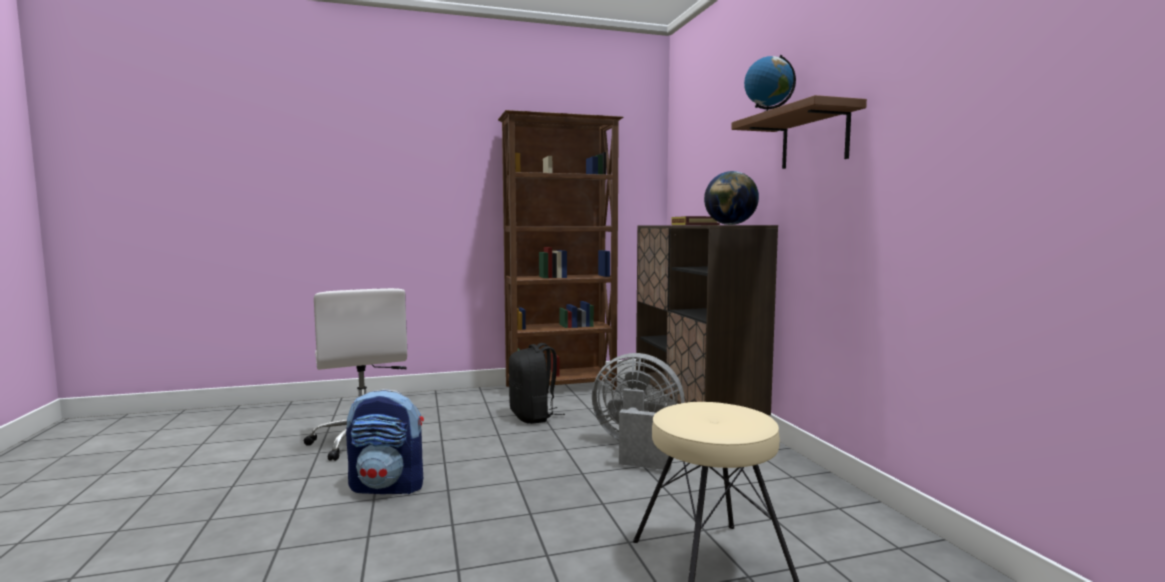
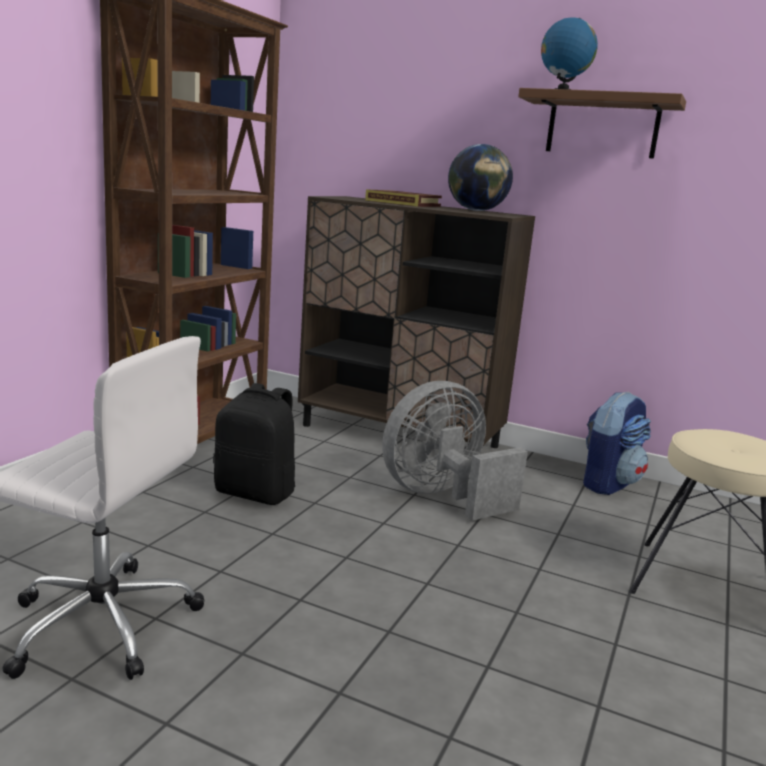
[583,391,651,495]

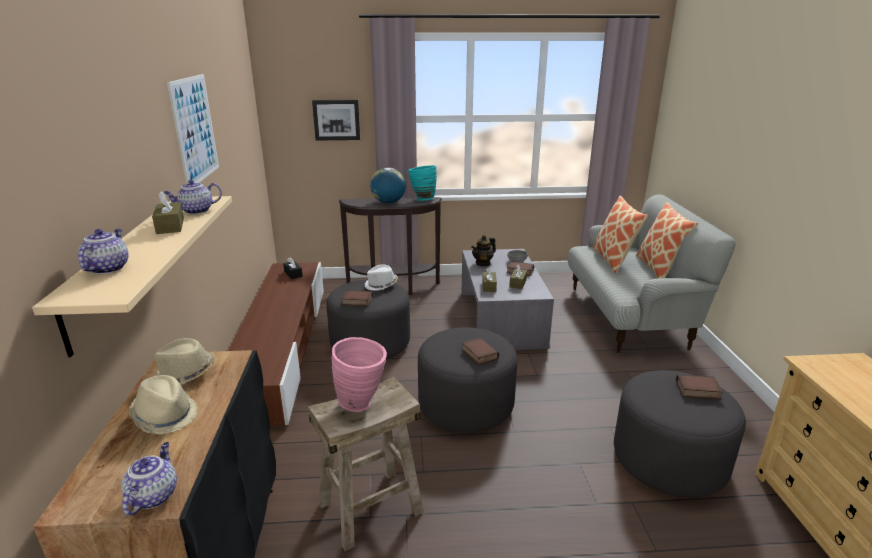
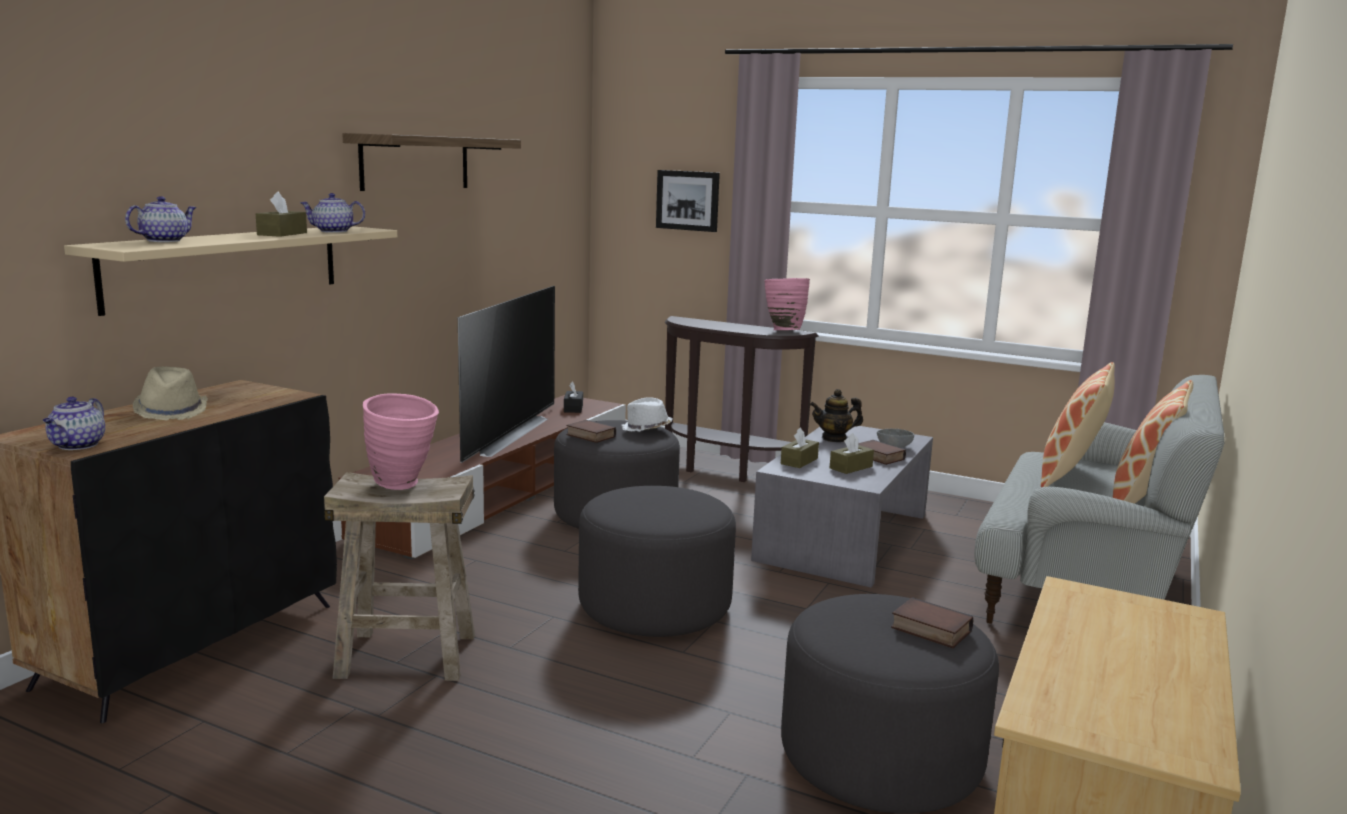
[43,397,105,450]
[154,338,215,385] (first image)
[342,133,521,191]
[370,168,406,203] (first image)
[764,278,810,330]
[462,337,499,365] (first image)
[458,286,555,463]

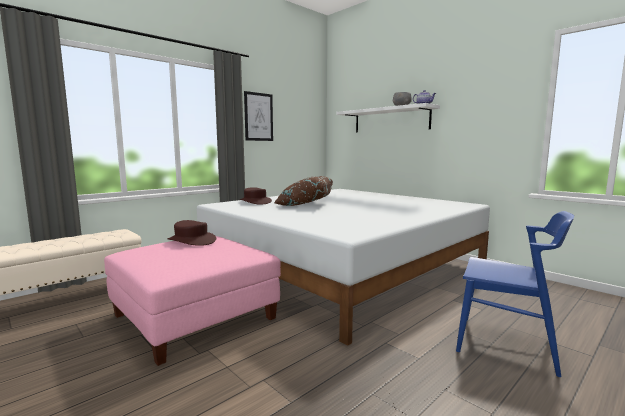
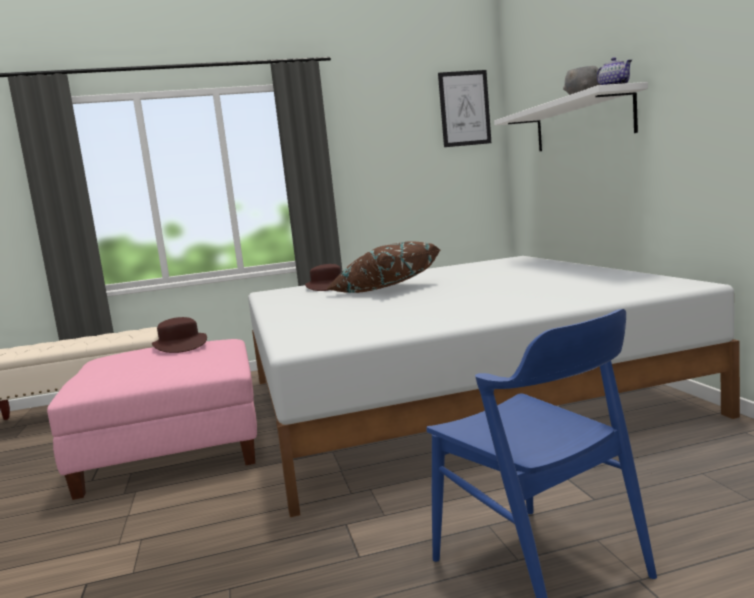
[438,70,491,147]

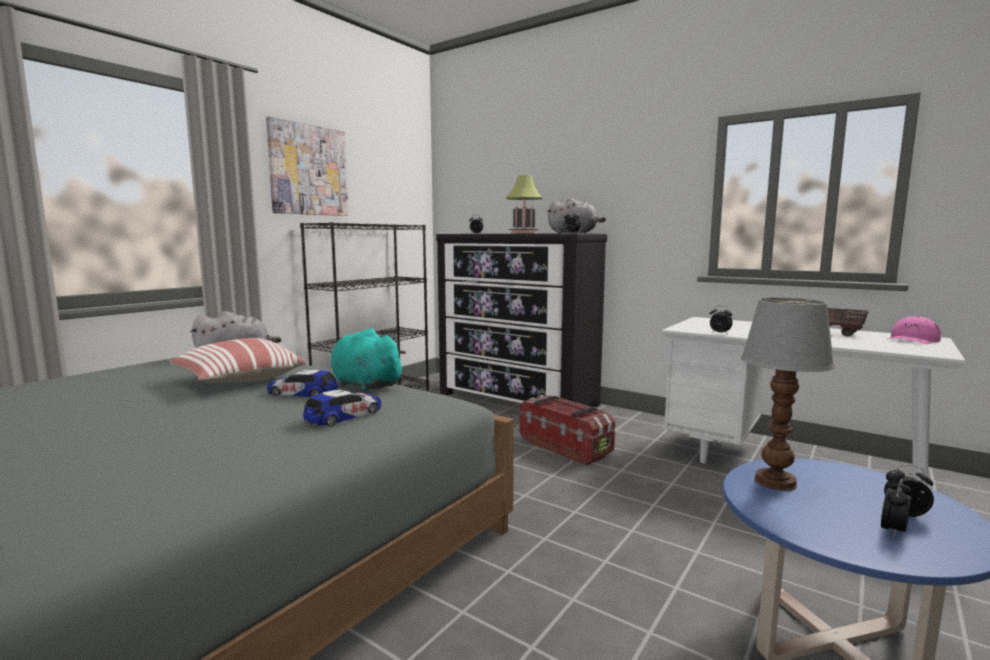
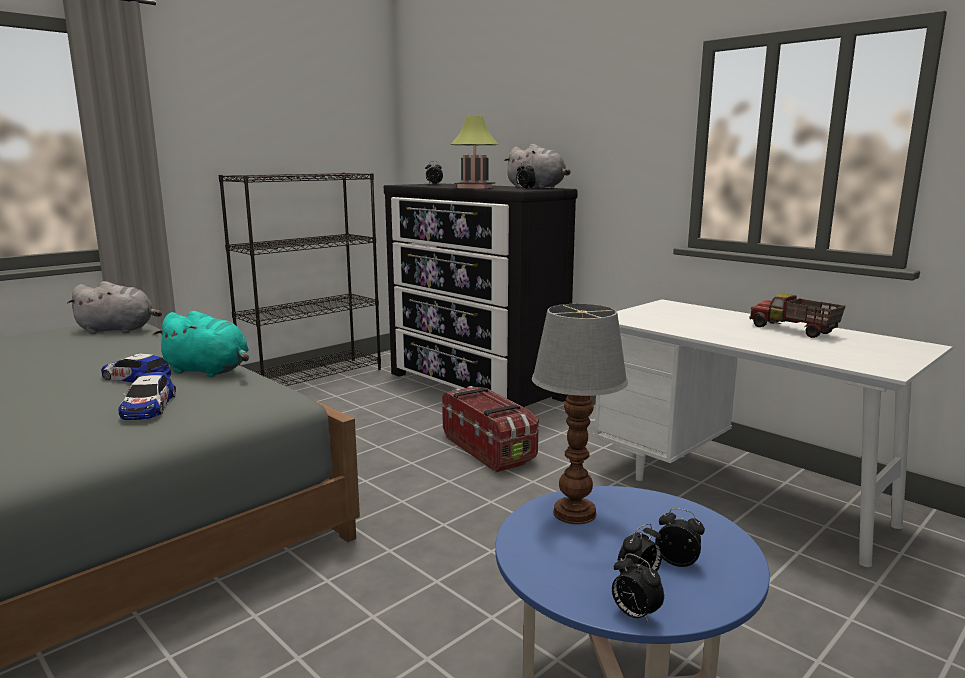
[169,338,306,383] (first image)
[266,117,349,216] (first image)
[118,372,176,420]
[154,311,249,377]
[612,553,664,624]
[888,316,941,344] (first image)

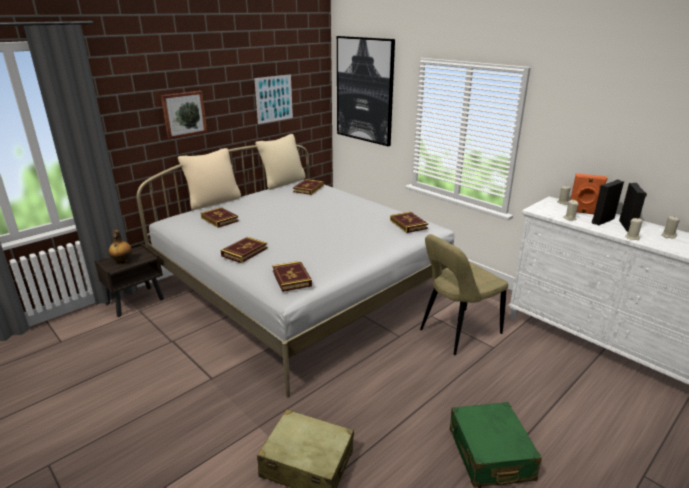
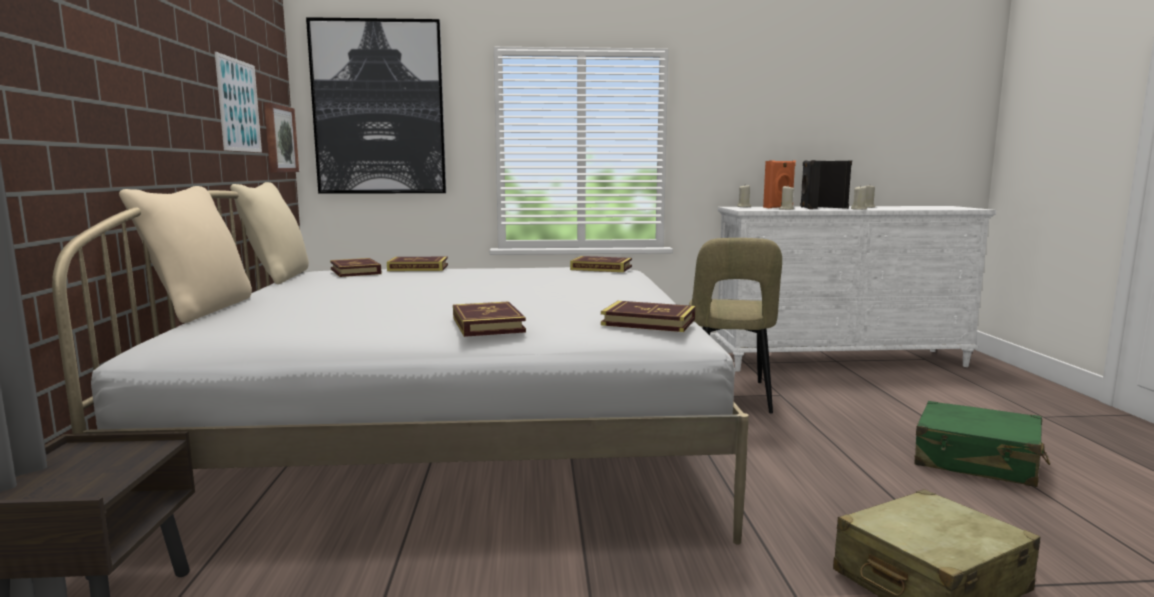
[109,230,132,264] (first image)
[264,103,299,172]
[387,257,448,271]

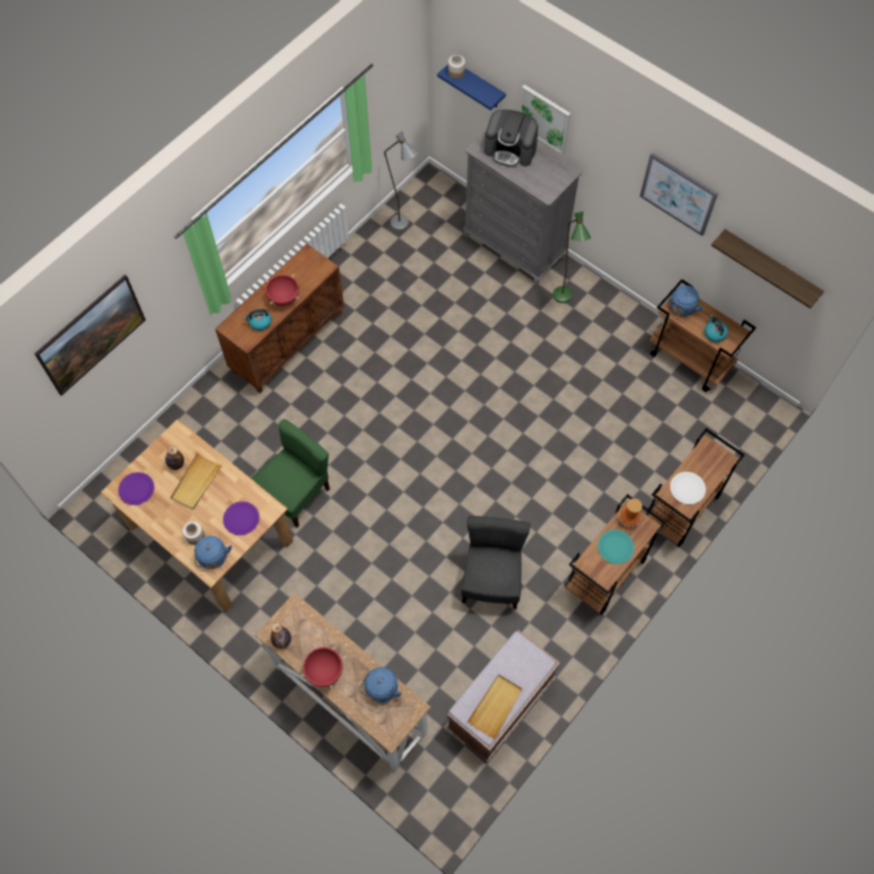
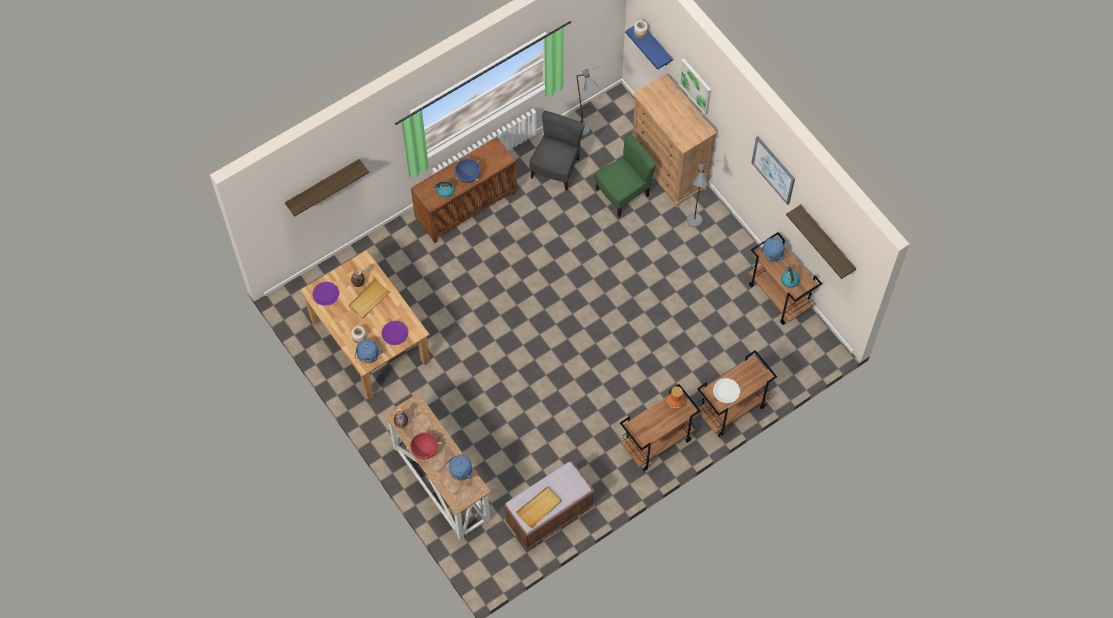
[285,159,369,217]
[595,134,656,217]
[455,158,481,183]
[529,111,585,191]
[633,74,717,207]
[484,110,538,167] (first image)
[687,164,708,227]
[598,530,634,564] (first image)

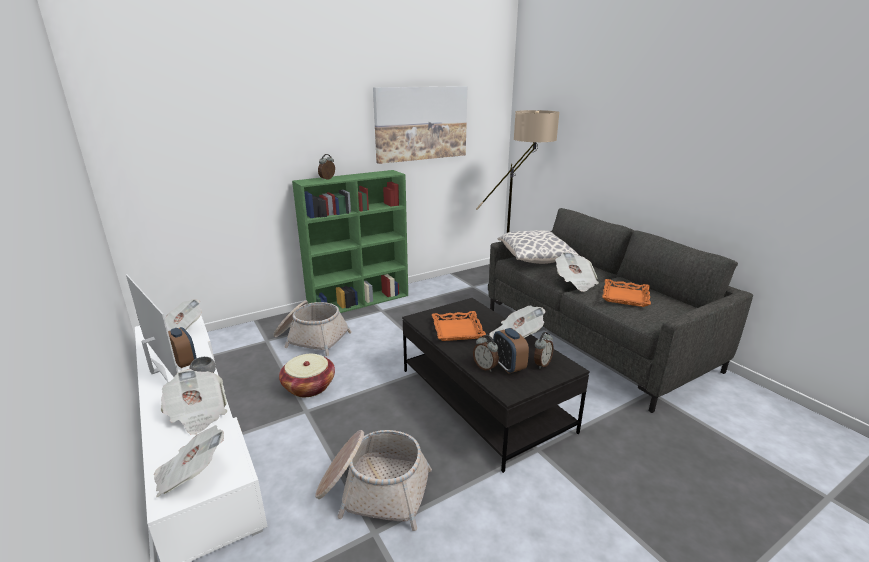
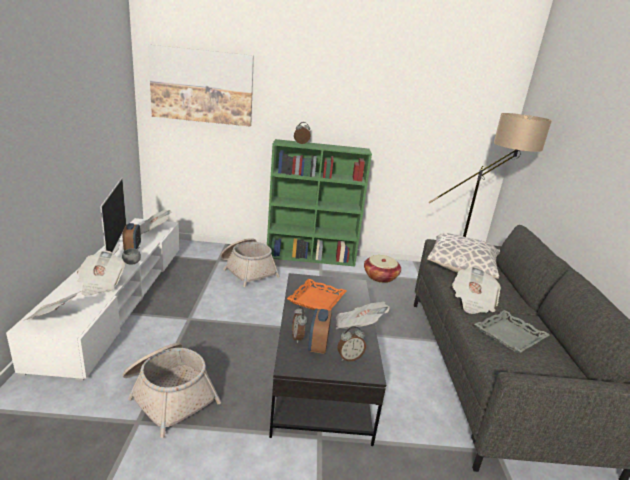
[364,255,401,283]
[148,45,254,127]
[474,310,550,353]

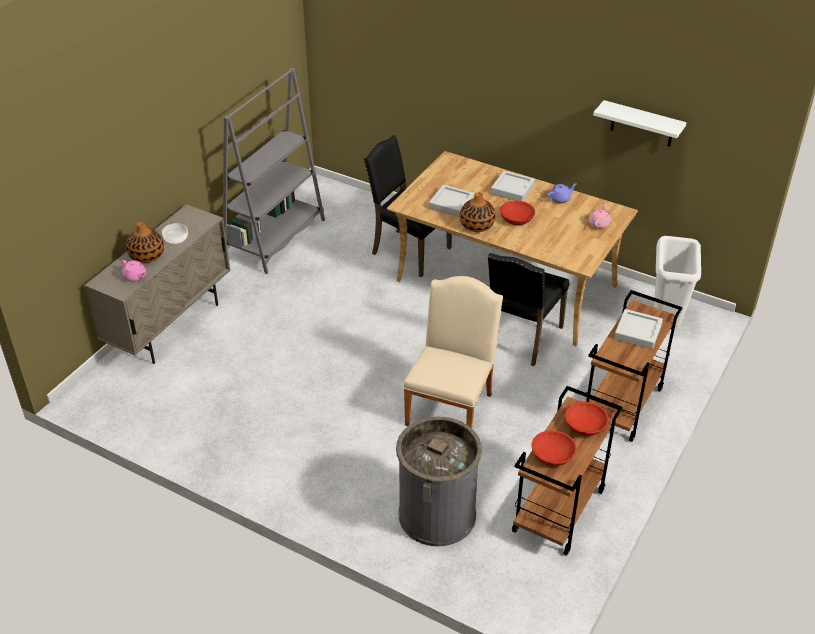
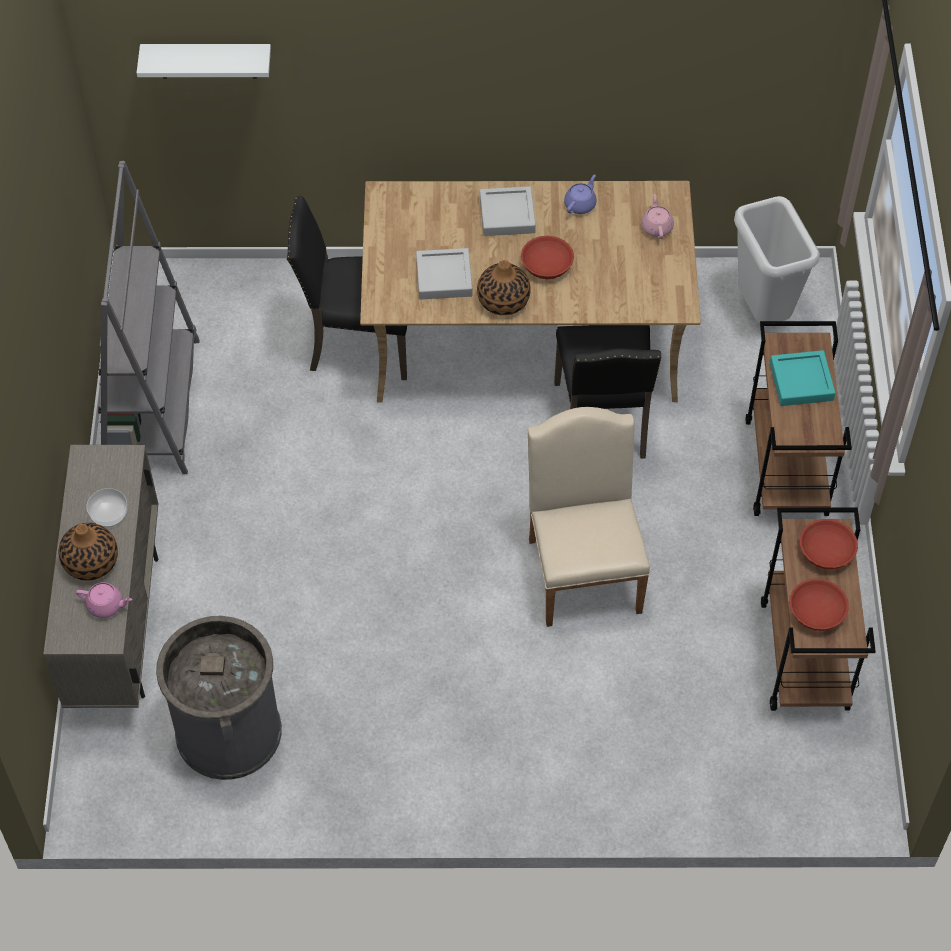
[156,616,282,780]
[137,44,271,79]
[770,350,836,406]

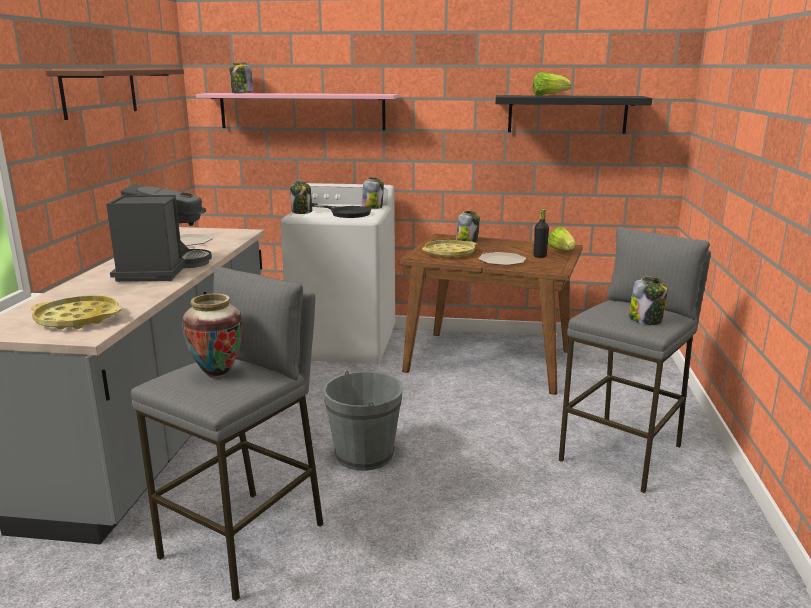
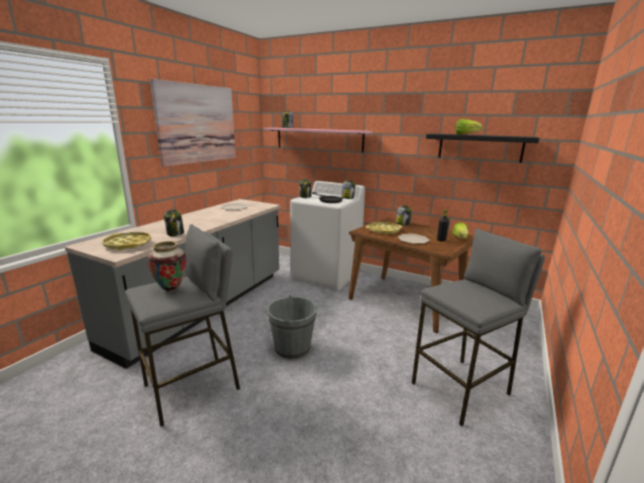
[150,79,236,167]
[106,184,212,282] (first image)
[164,209,184,236]

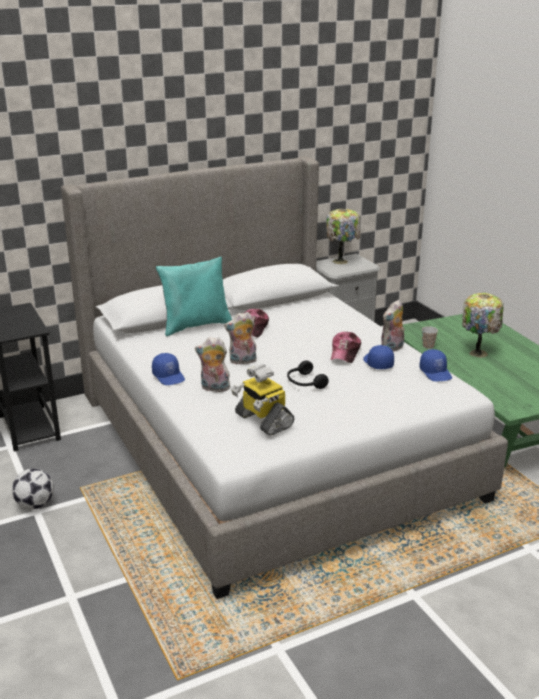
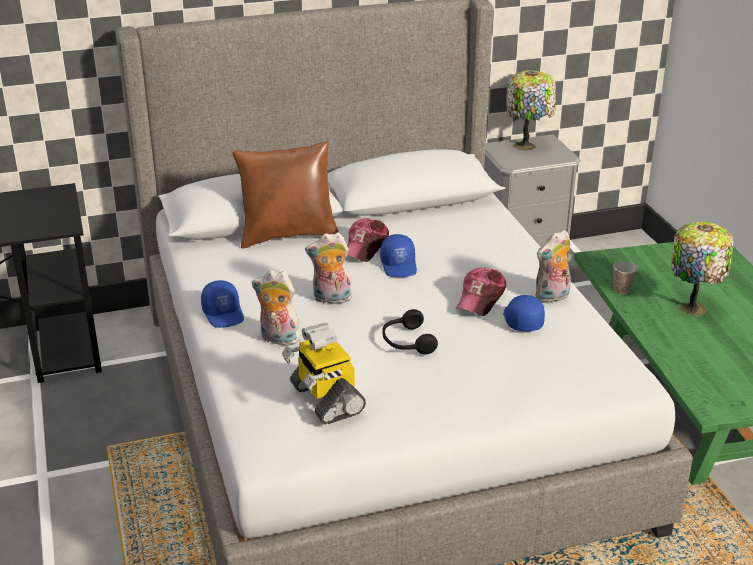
[12,468,54,509] (first image)
[233,141,339,249]
[380,234,417,277]

